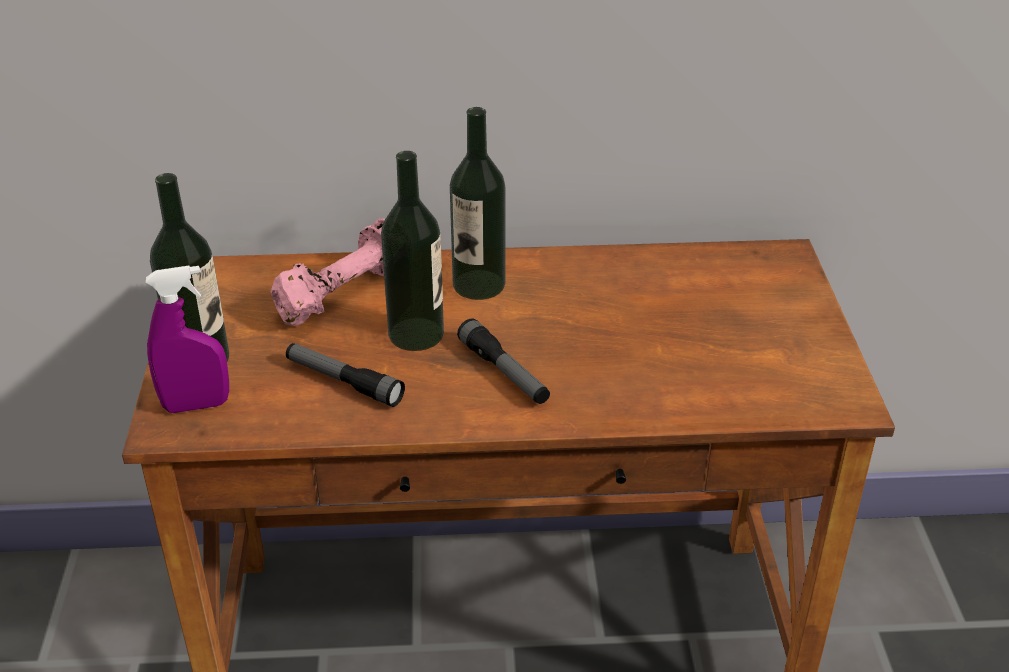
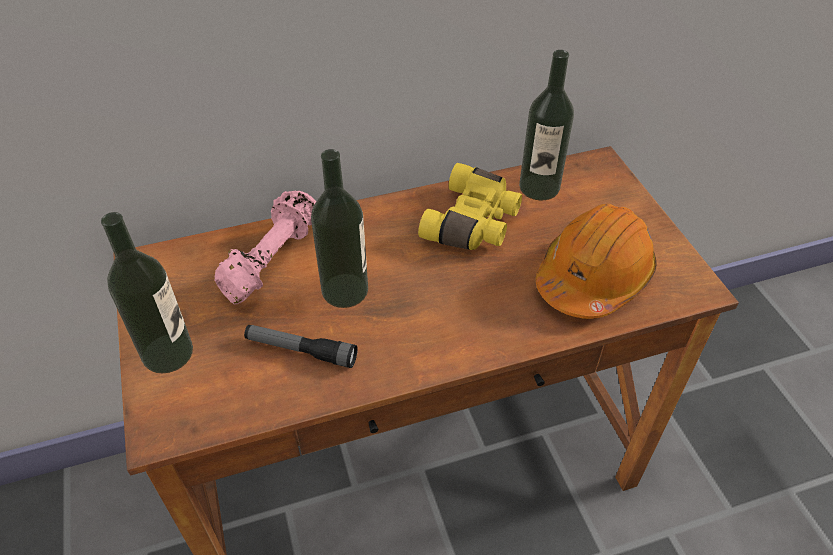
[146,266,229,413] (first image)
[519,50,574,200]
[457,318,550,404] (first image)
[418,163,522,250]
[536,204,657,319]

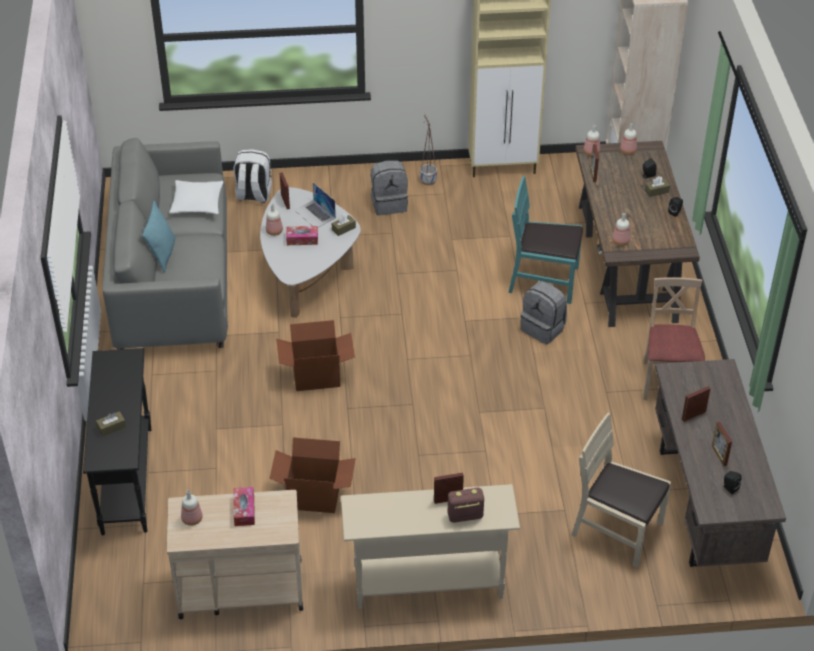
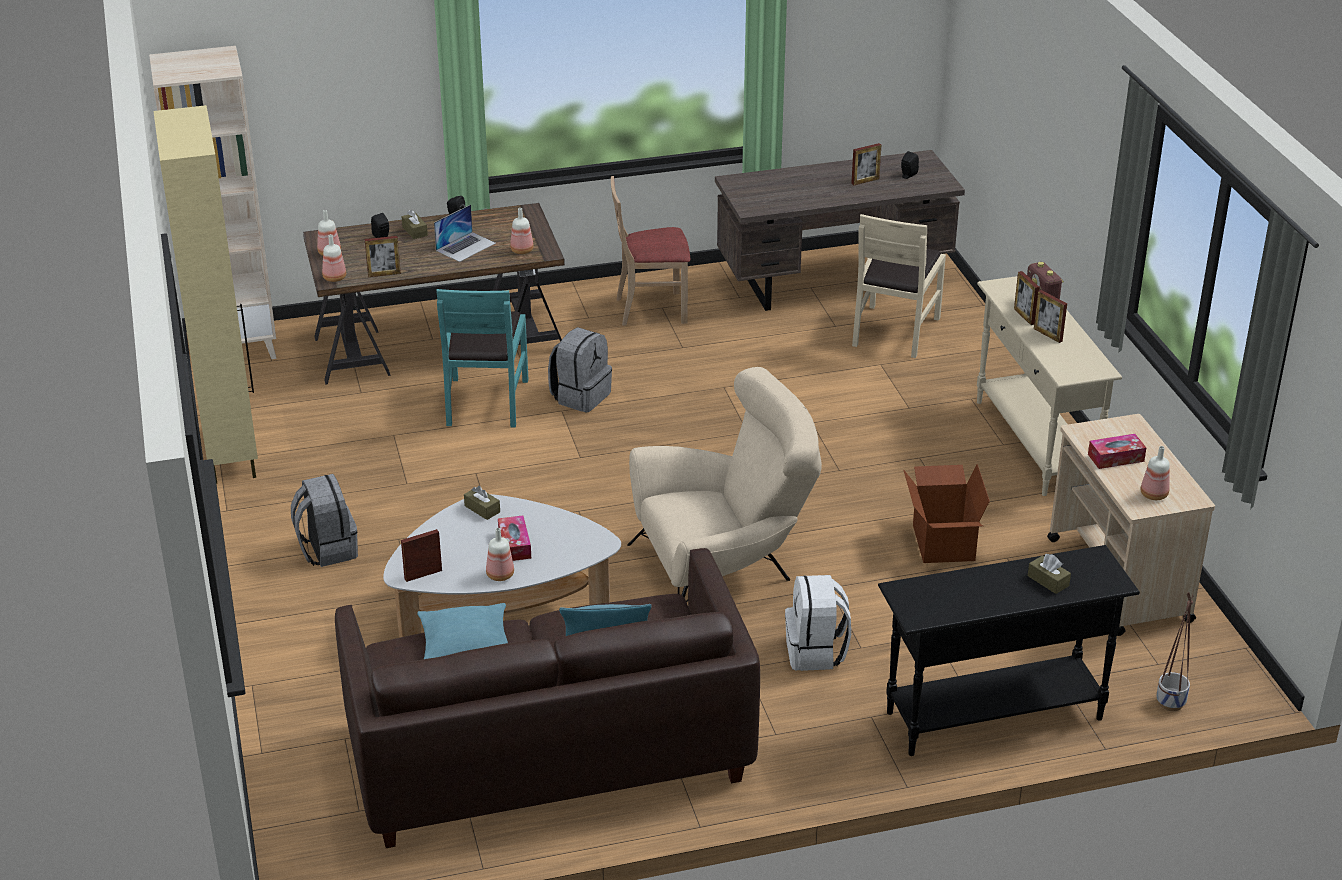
[335,548,760,848]
[417,603,508,659]
[785,575,851,671]
[627,367,822,602]
[434,205,496,262]
[1156,592,1193,711]
[1034,290,1067,343]

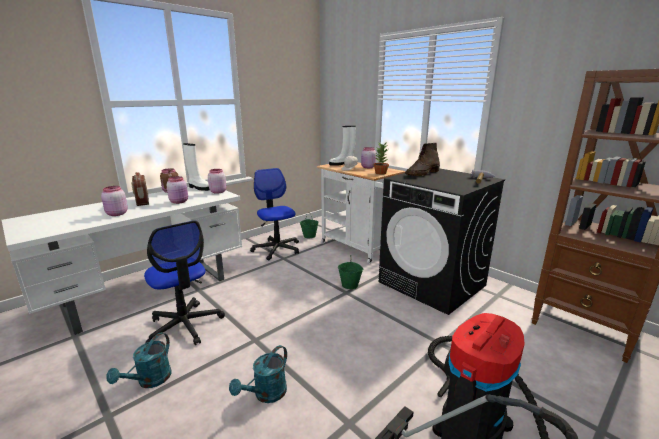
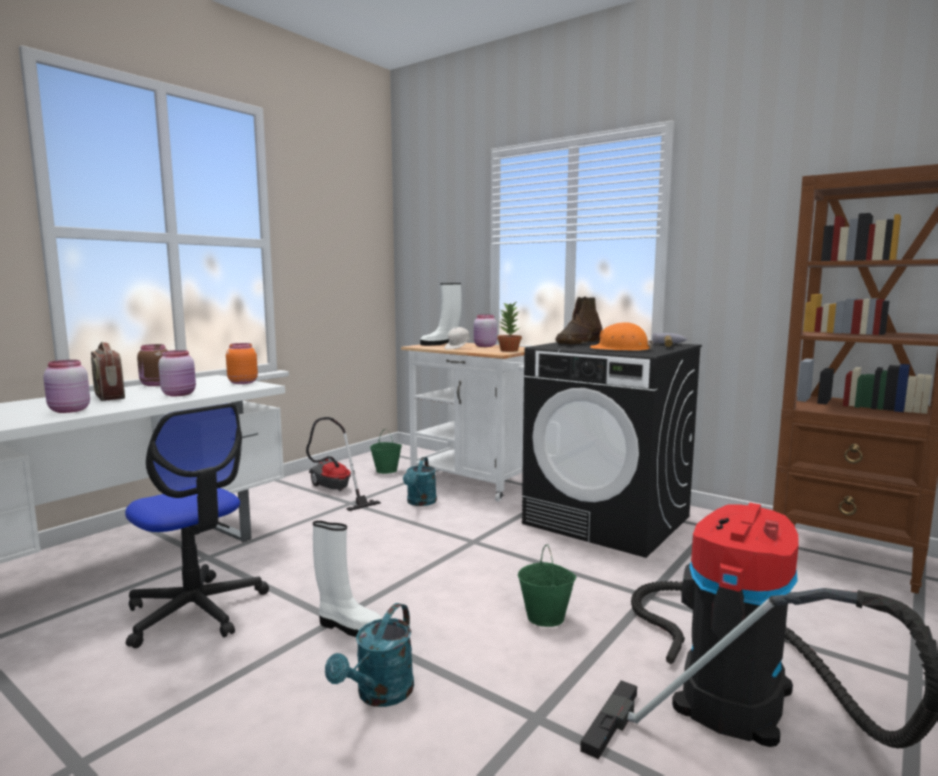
[403,457,437,506]
[313,521,382,637]
[226,343,258,384]
[306,417,381,511]
[518,544,576,627]
[590,322,653,351]

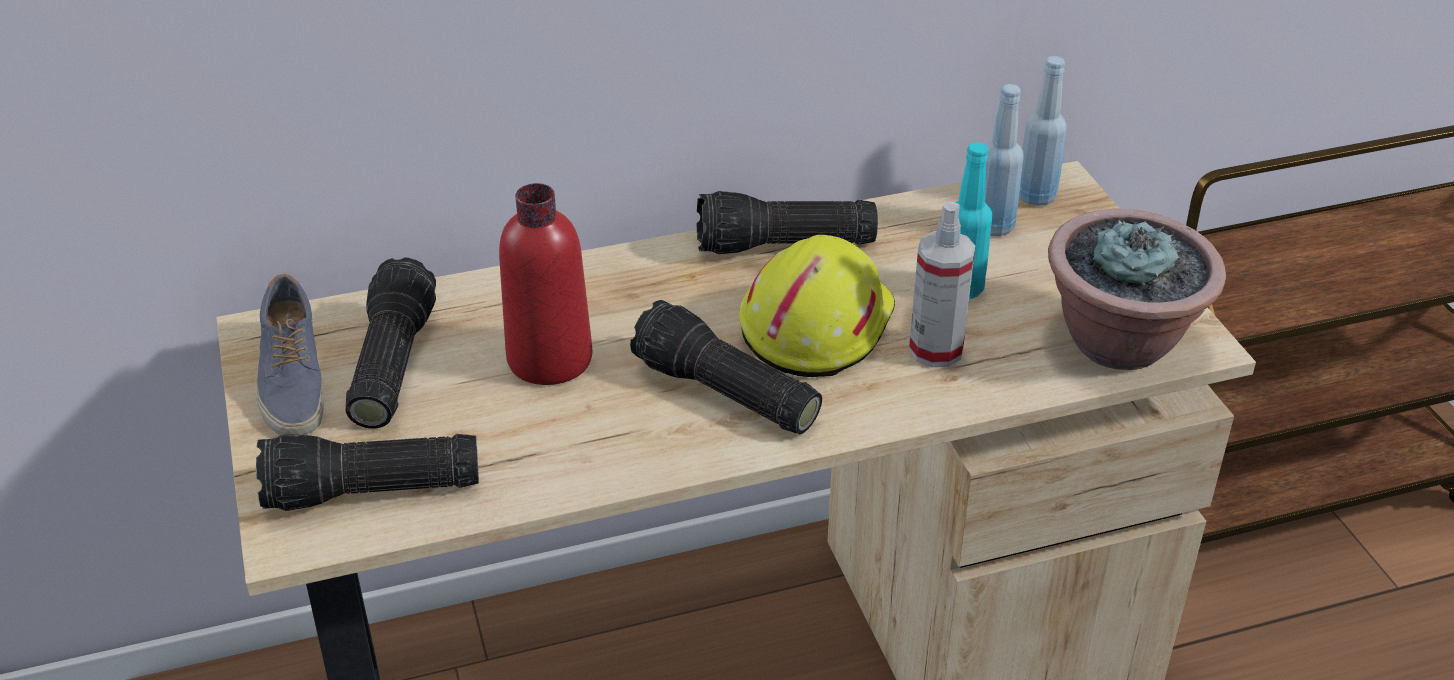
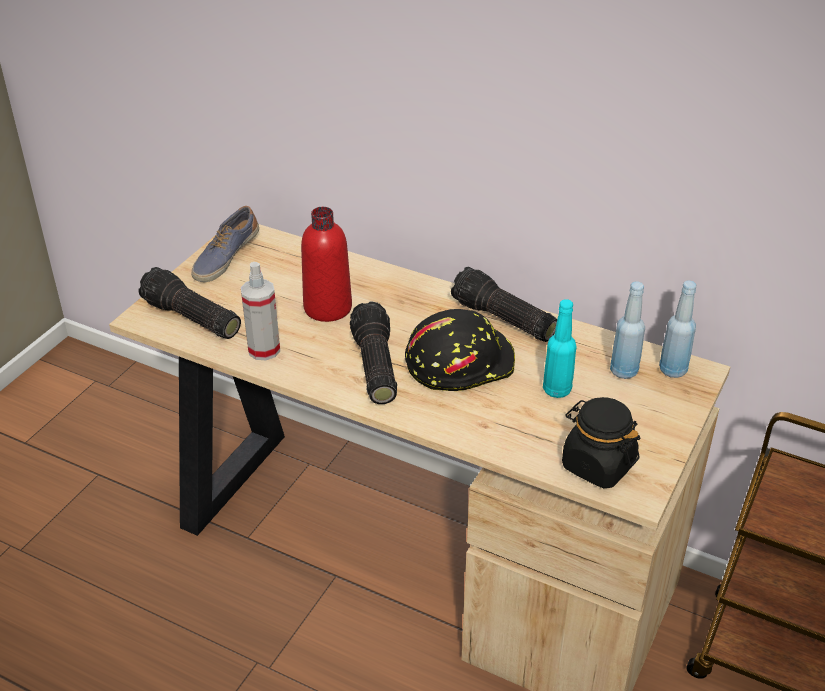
[346,257,436,429] (first image)
[405,309,515,391]
[241,262,280,360]
[562,397,640,488]

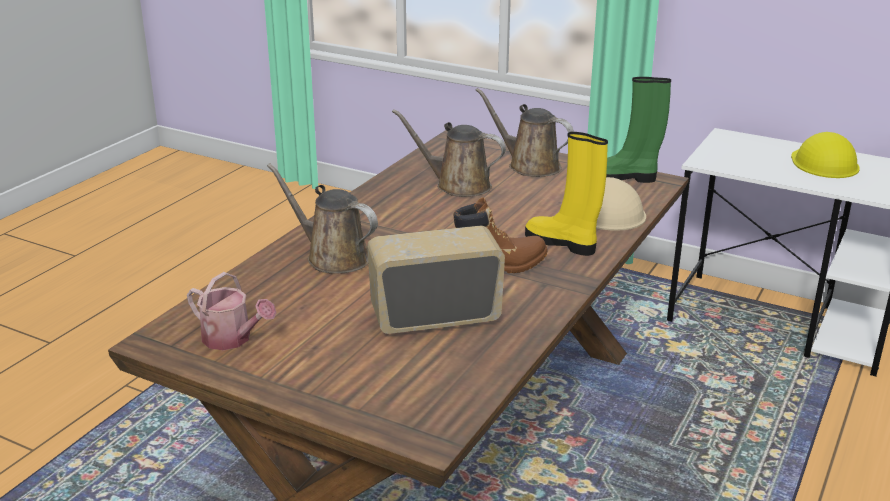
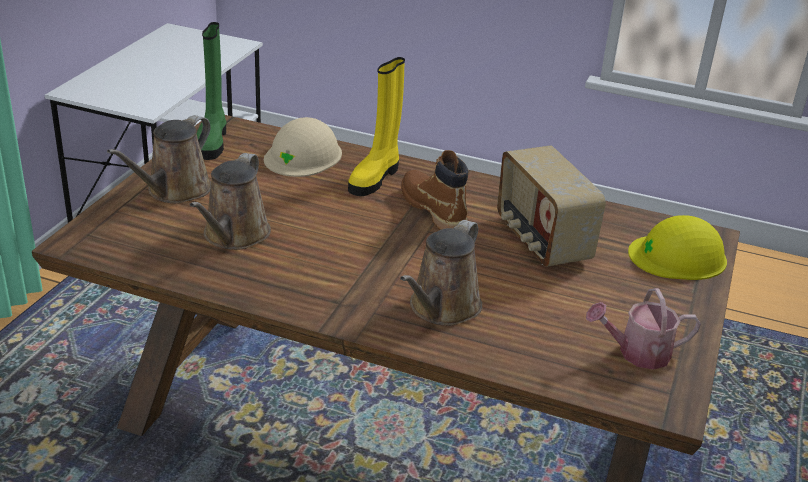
[586,288,701,370]
[628,215,727,280]

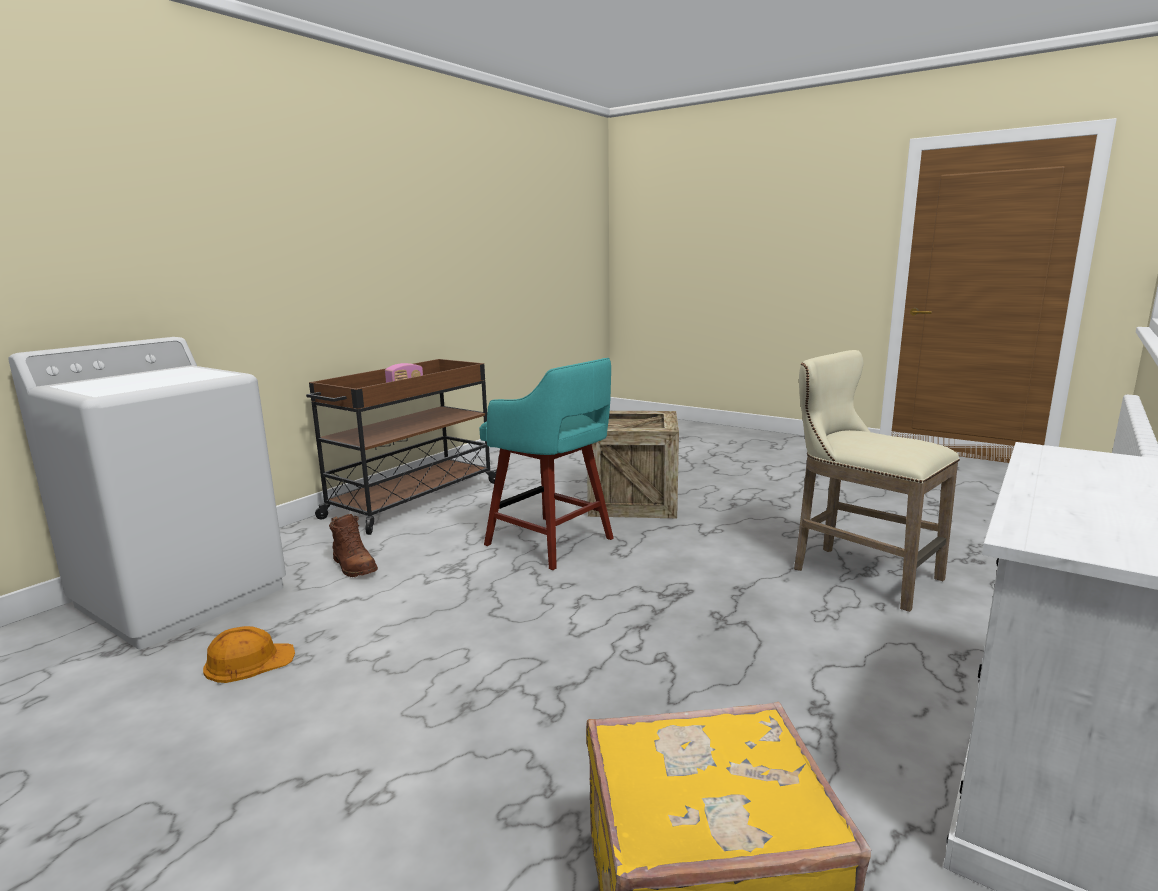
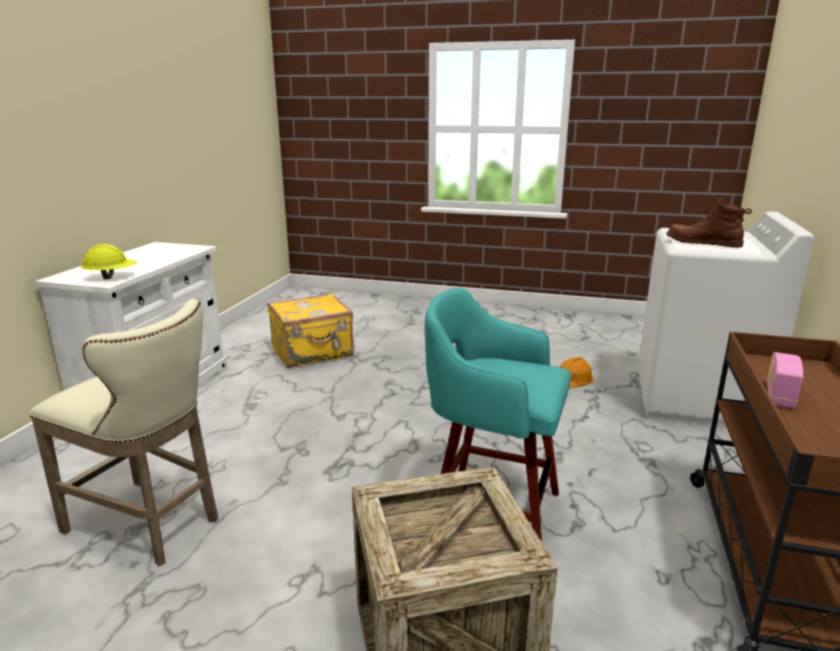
[666,197,752,248]
[81,244,137,279]

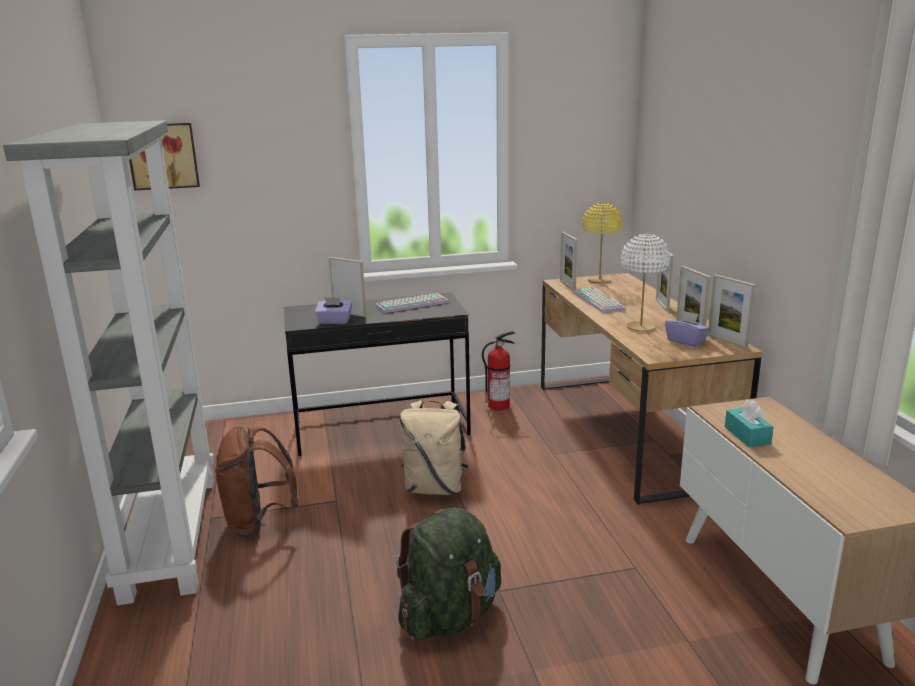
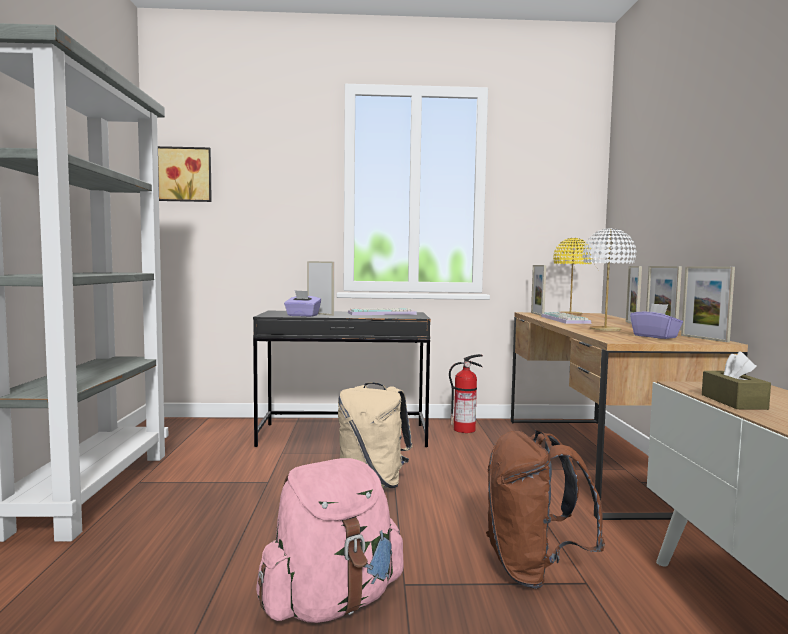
[486,430,605,589]
[256,458,404,623]
[702,351,771,410]

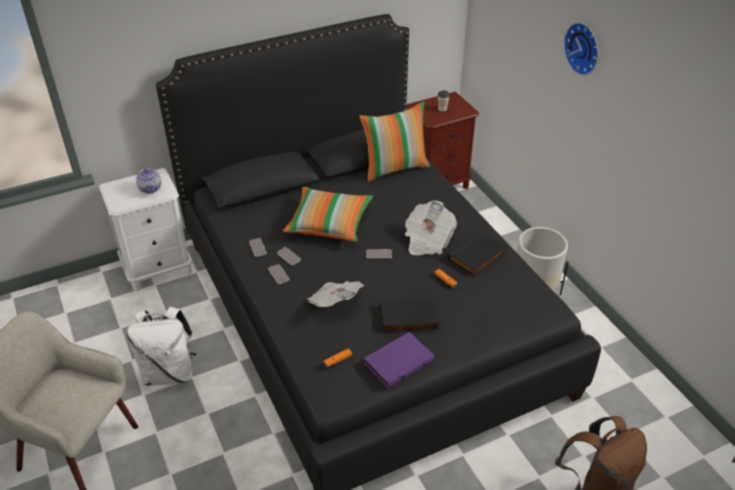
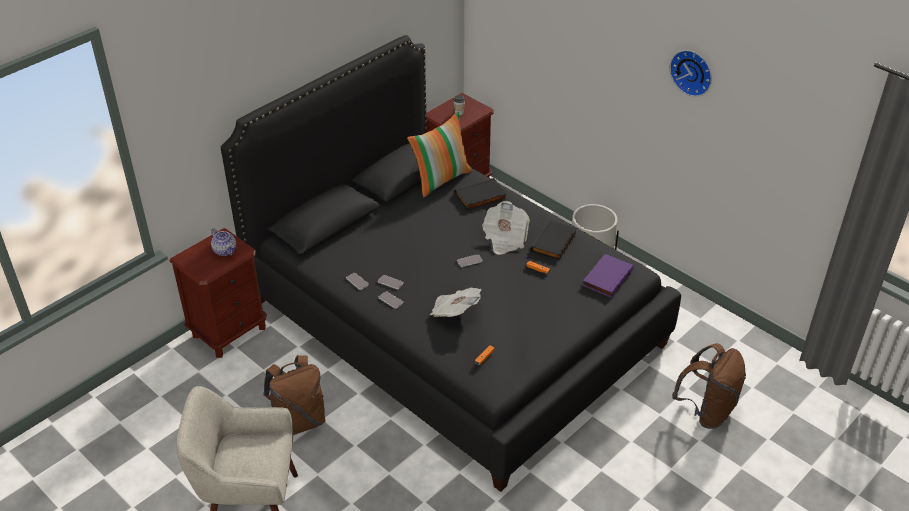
[170,228,267,358]
[263,355,325,435]
[283,187,373,242] (first image)
[583,254,634,298]
[455,178,507,211]
[670,50,712,97]

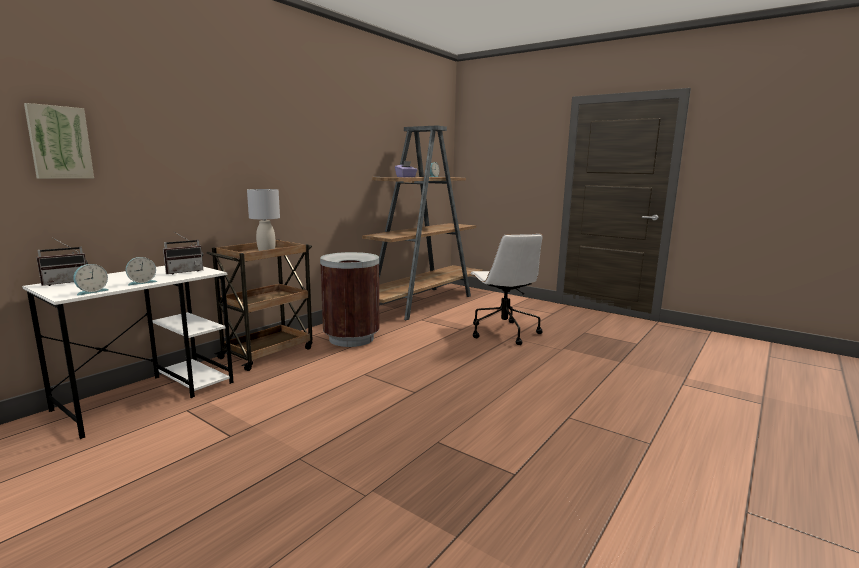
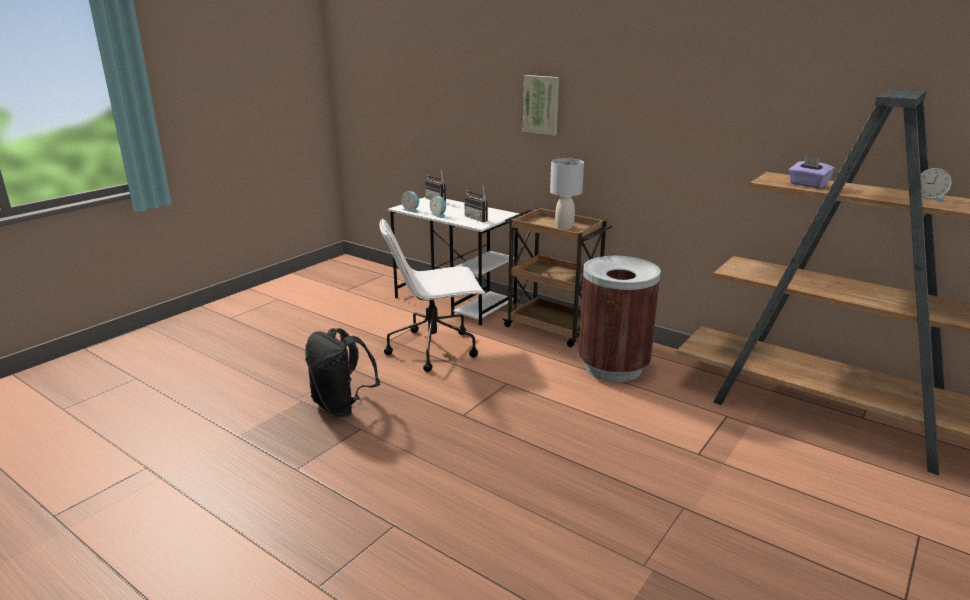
[523,75,559,136]
[379,218,485,372]
[305,328,380,418]

